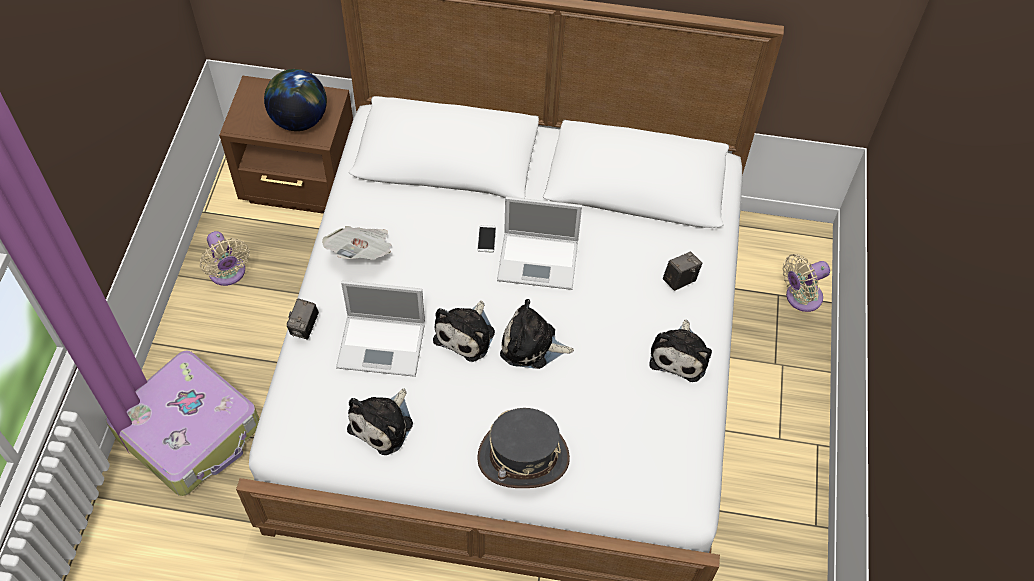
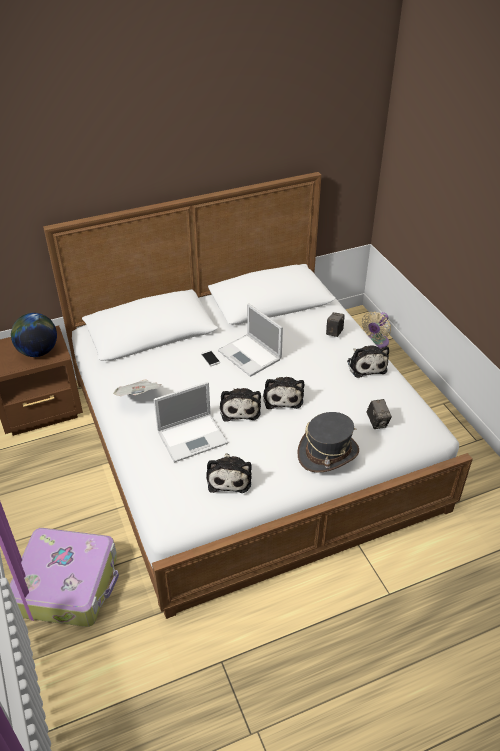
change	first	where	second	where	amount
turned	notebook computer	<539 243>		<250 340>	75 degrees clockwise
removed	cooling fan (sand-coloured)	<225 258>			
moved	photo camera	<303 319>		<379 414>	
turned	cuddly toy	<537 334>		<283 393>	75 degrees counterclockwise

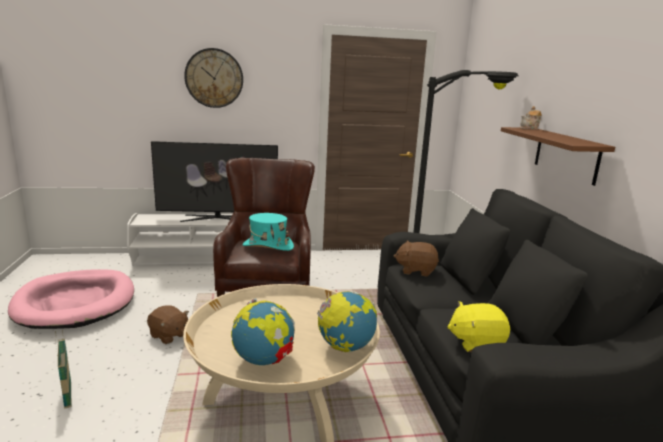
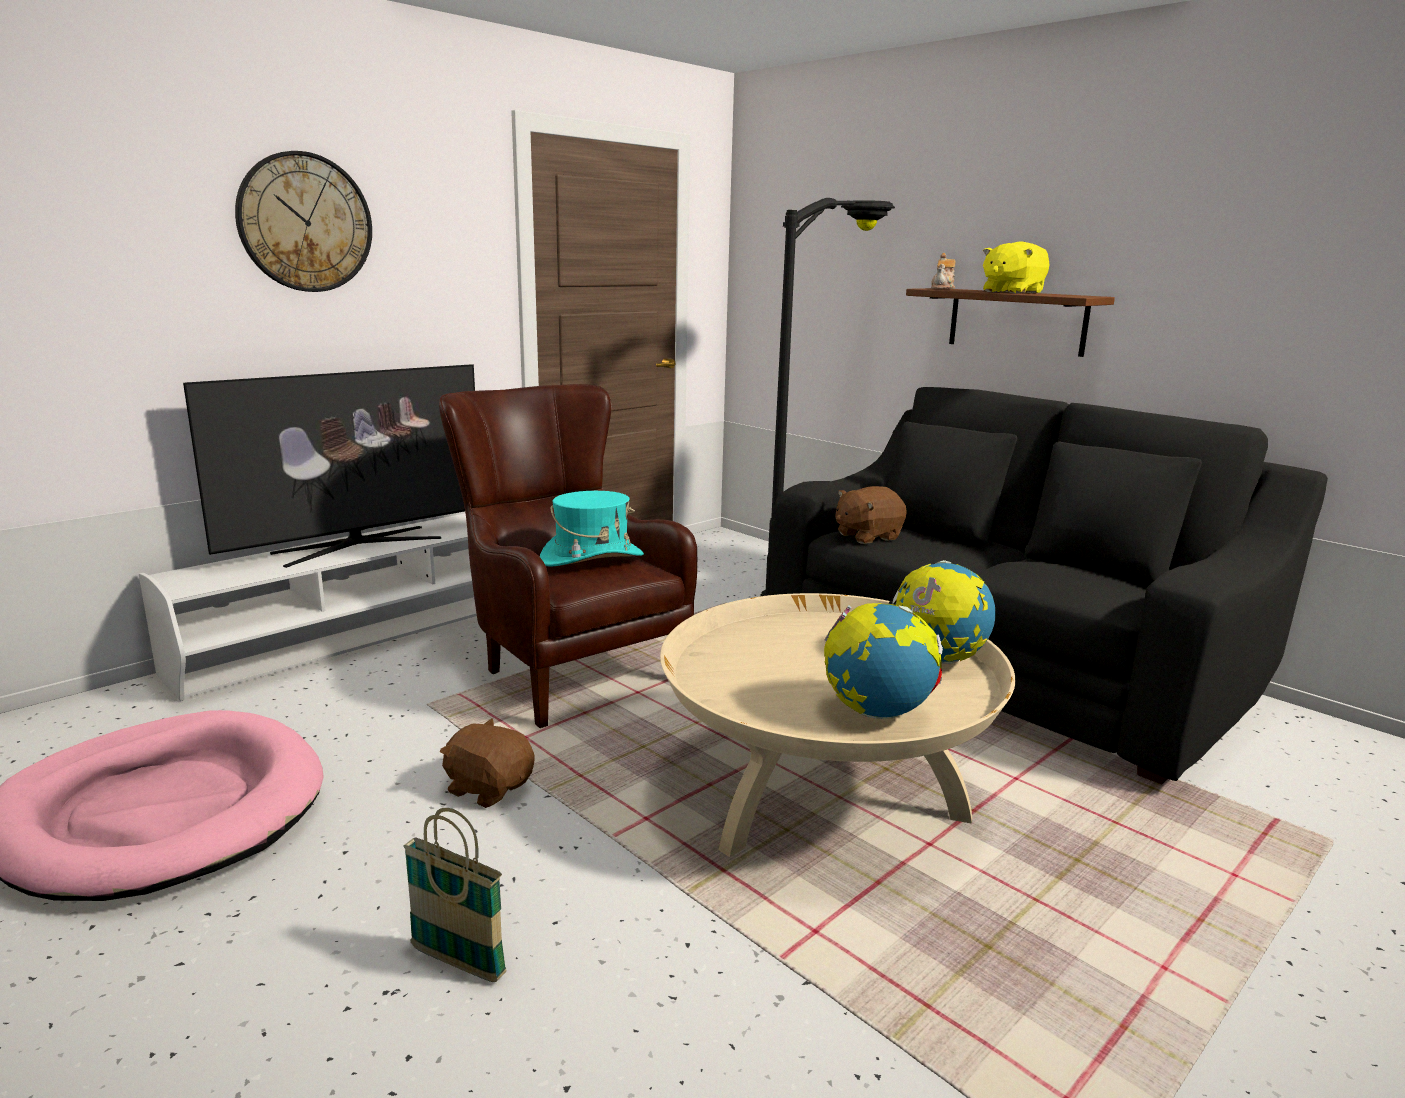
change	first	where	second	where	amount
moved	cuddly toy (yellowish)	<478 326>		<1016 267>	
turned	cuddly toy (brown-coloured)	<168 324>		<487 763>	150 degrees counterclockwise

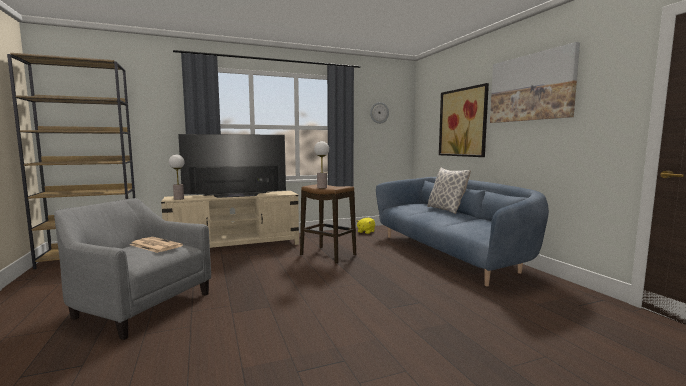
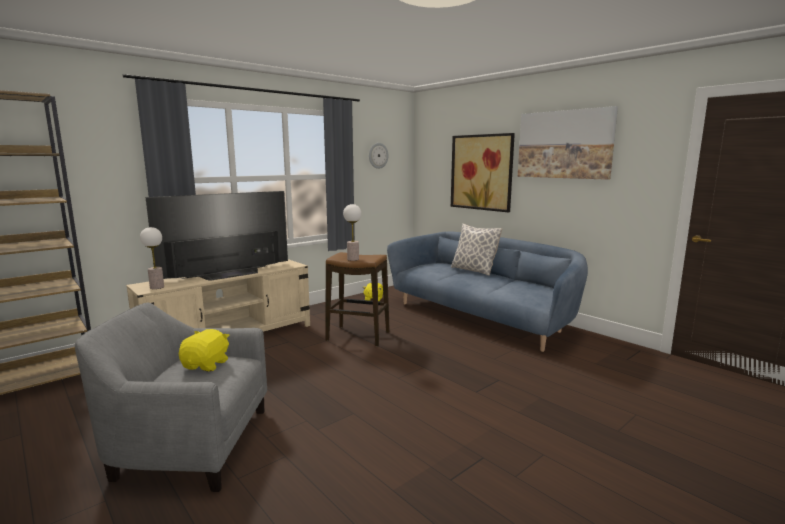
change	first	where	second	where	amount
replaced	printed paper	<156 245>	cuddly toy (yellowish)	<204 350>	

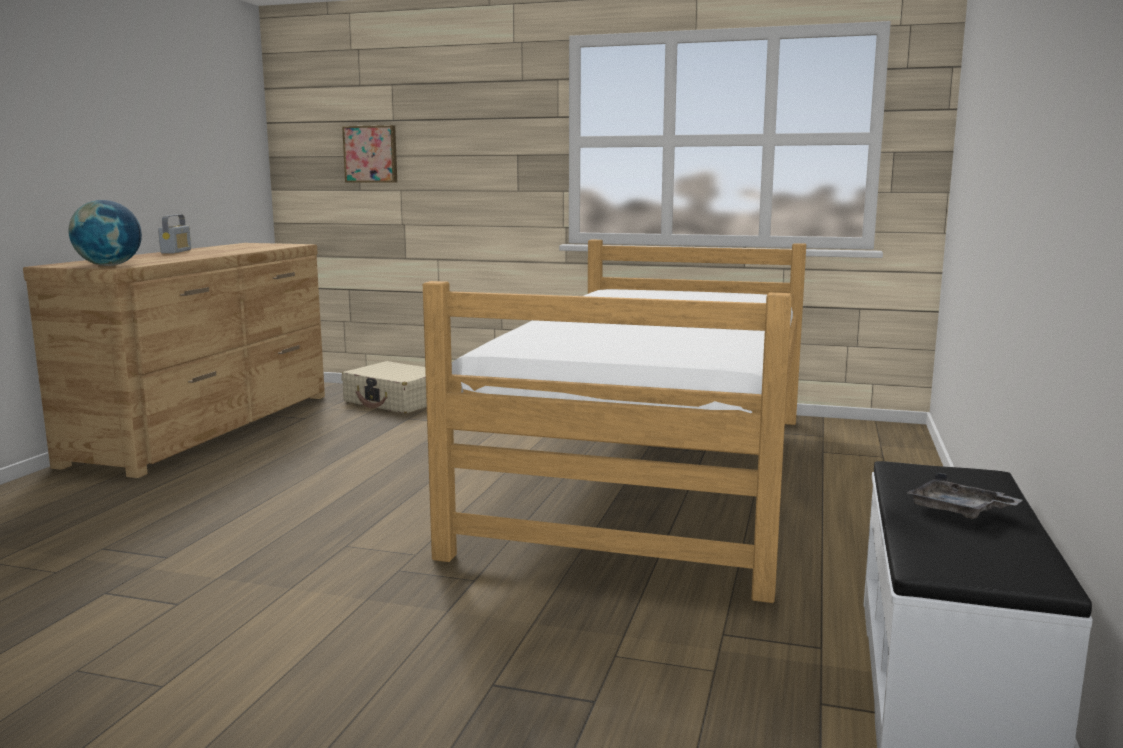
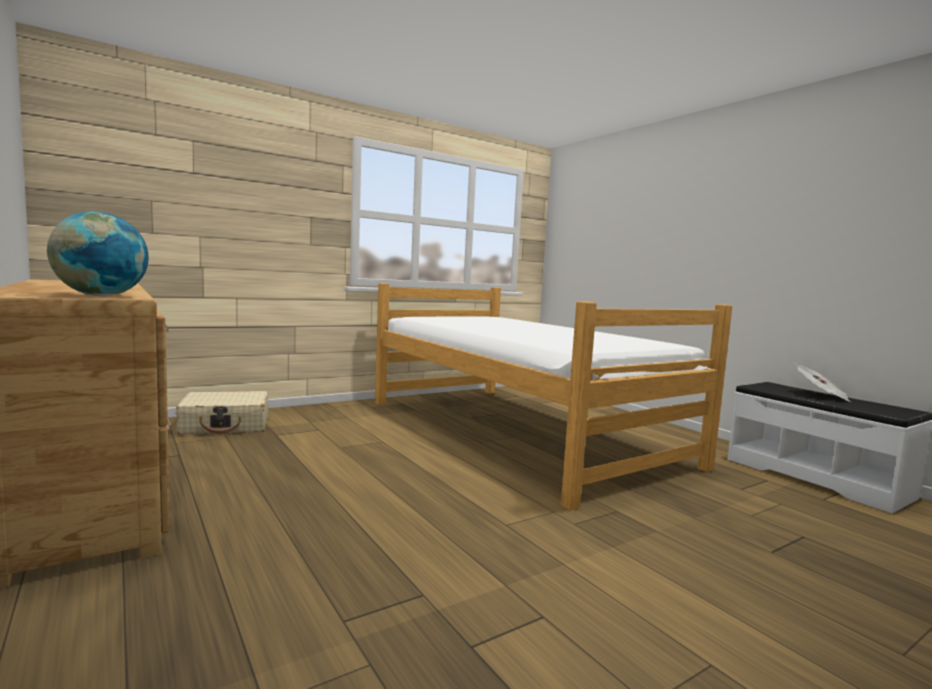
change	first	where	second	where	amount
removed	picture	<369 154>			
removed	radio	<174 233>			
replaced	tray (grey)	<965 495>	printed paper	<822 382>	

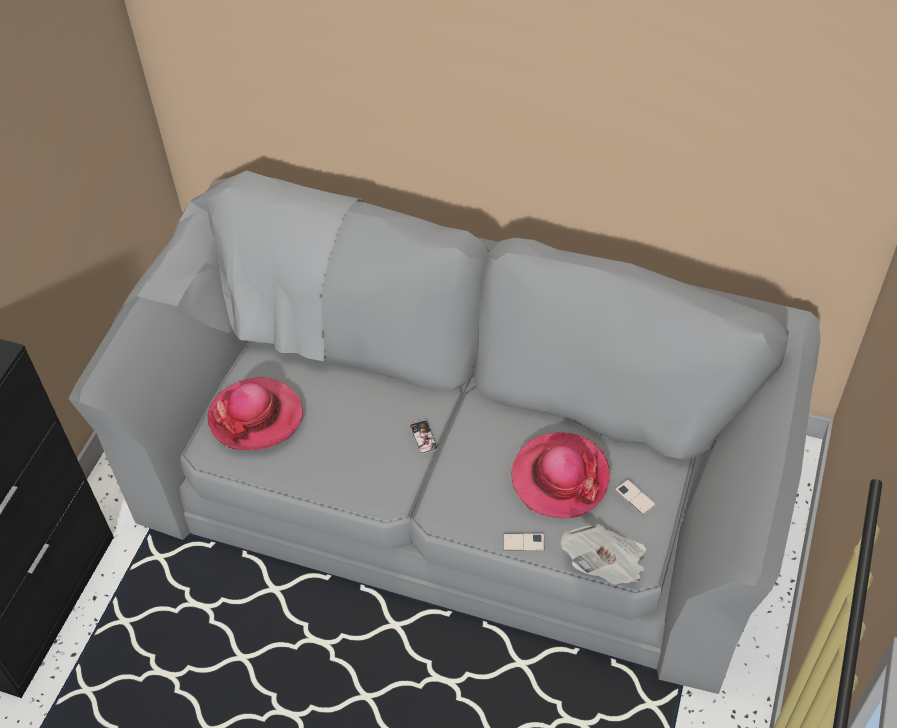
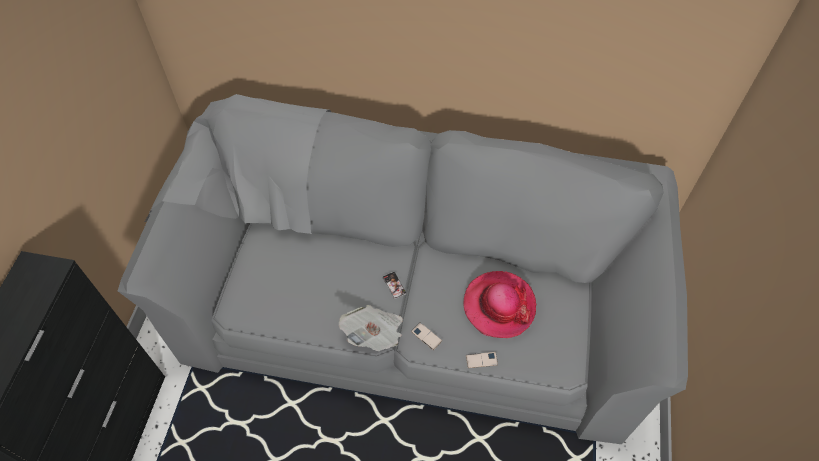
change	first	where	second	where	amount
removed	clothing hat	<255 413>			
moved	phone	<635 497>		<426 336>	
moved	printed paper	<603 554>		<371 328>	

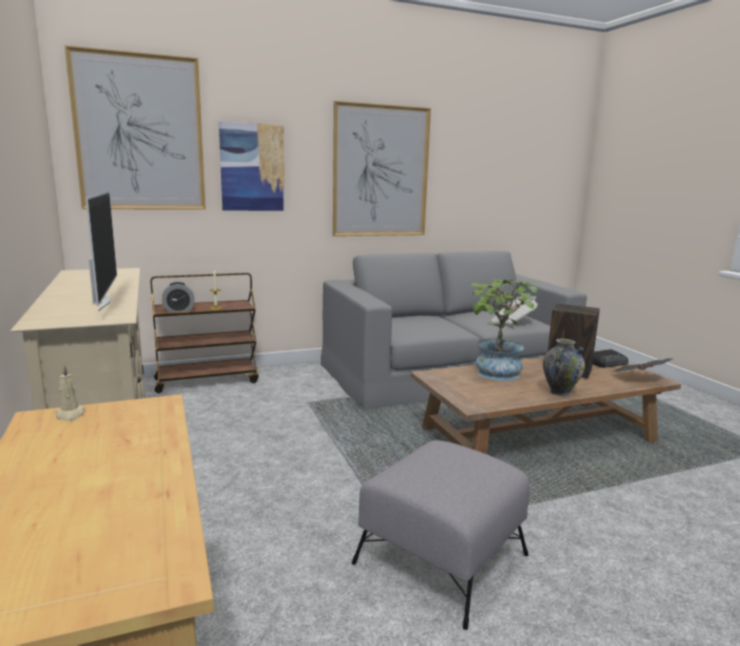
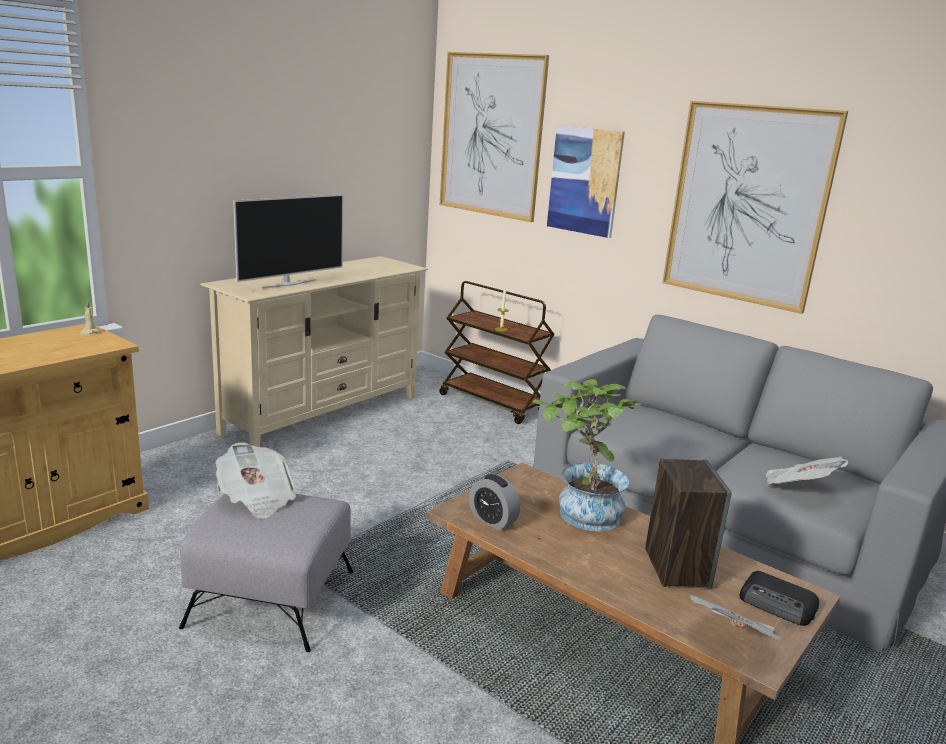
change	first	where	second	where	amount
moved	alarm clock	<178 297>		<494 502>	
removed	flower vase	<564 367>			
added			printed paper	<256 480>	

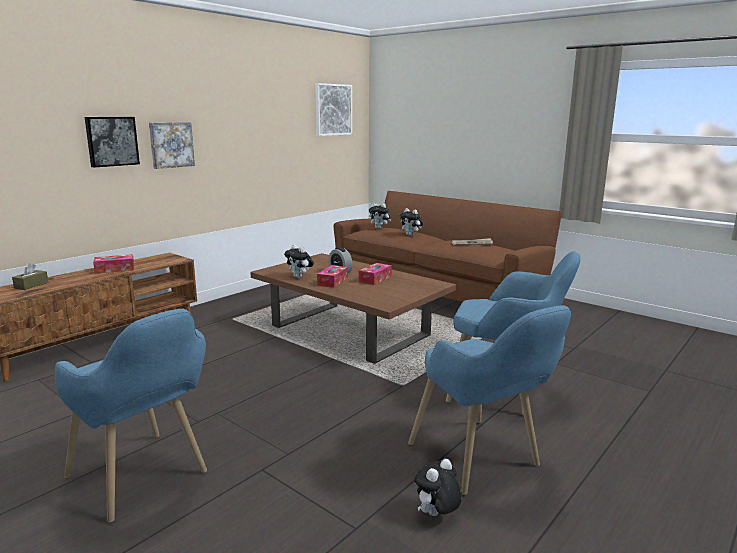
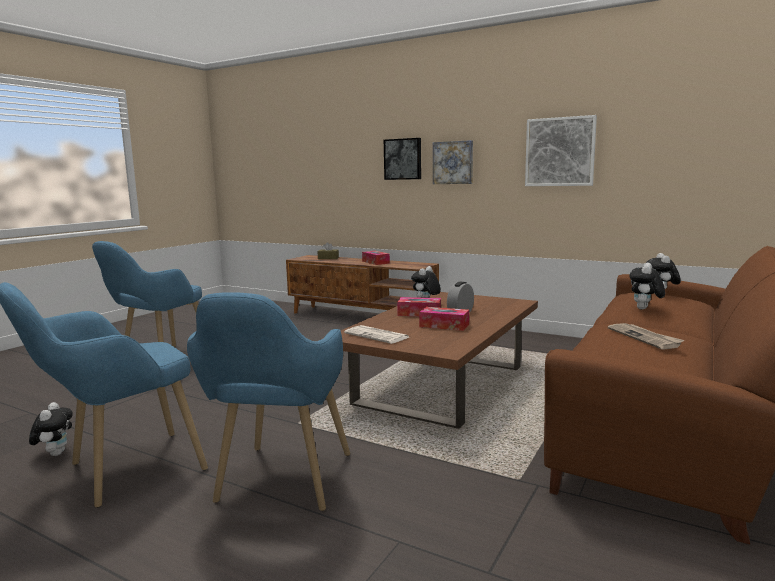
change	first	where	second	where	amount
moved	picture	<333 109>		<561 150>	
turned	cuddly toy	<438 487>		<51 429>	45 degrees clockwise
added			printed paper	<376 334>	

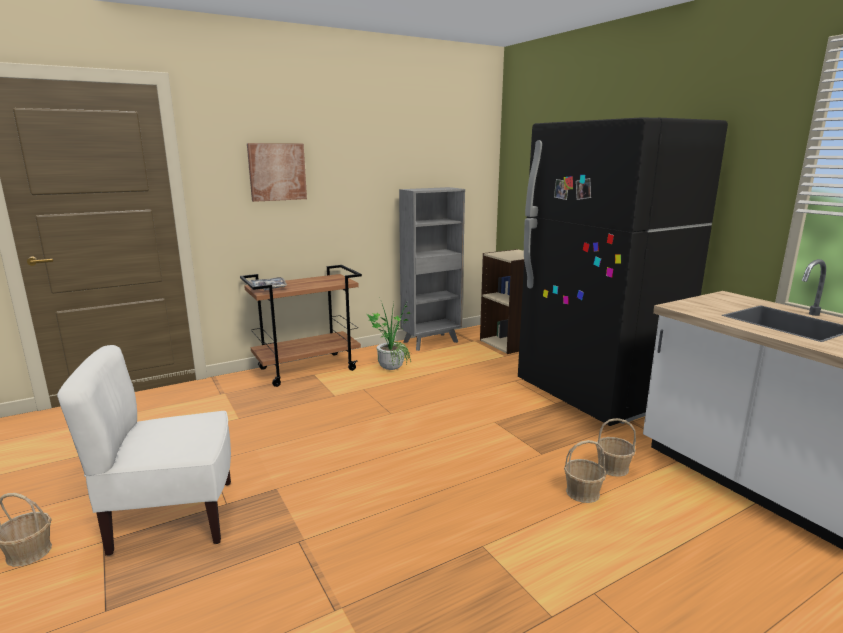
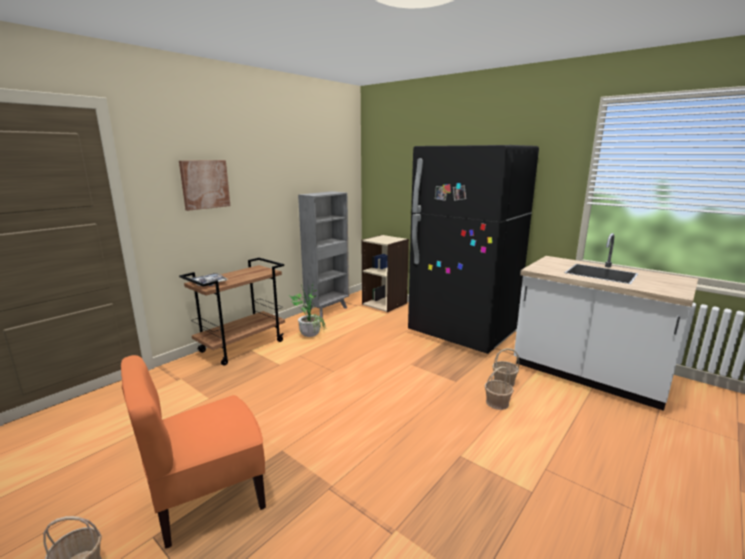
change	first	where	second	where	amount
recoloured	upright chair (white-coloured)	<144 450>	upright chair (orange)	<193 452>	

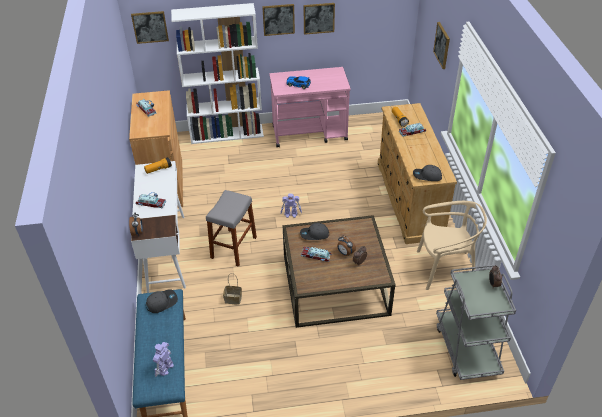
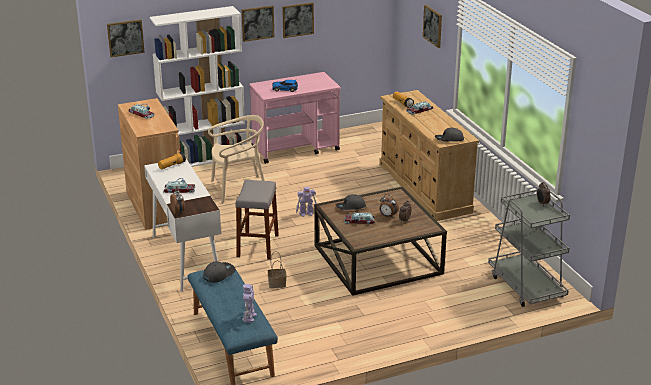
change	first	where	second	where	amount
moved	upright chair (sand-coloured)	<452 245>		<236 159>	

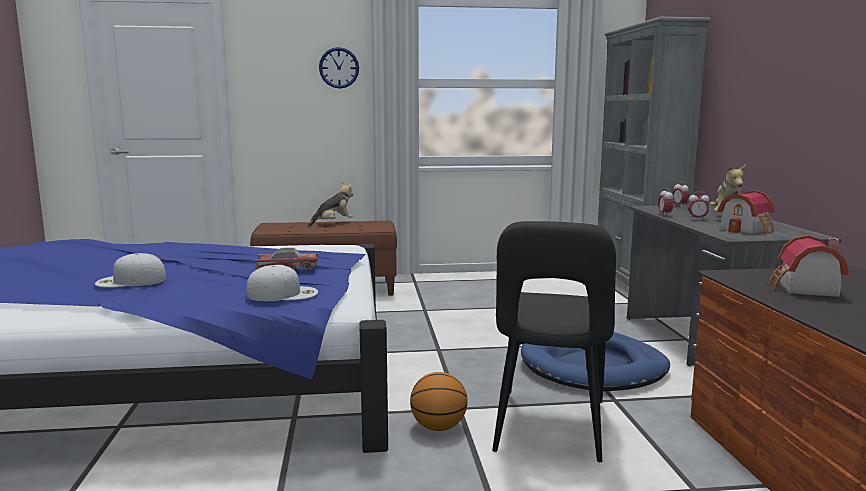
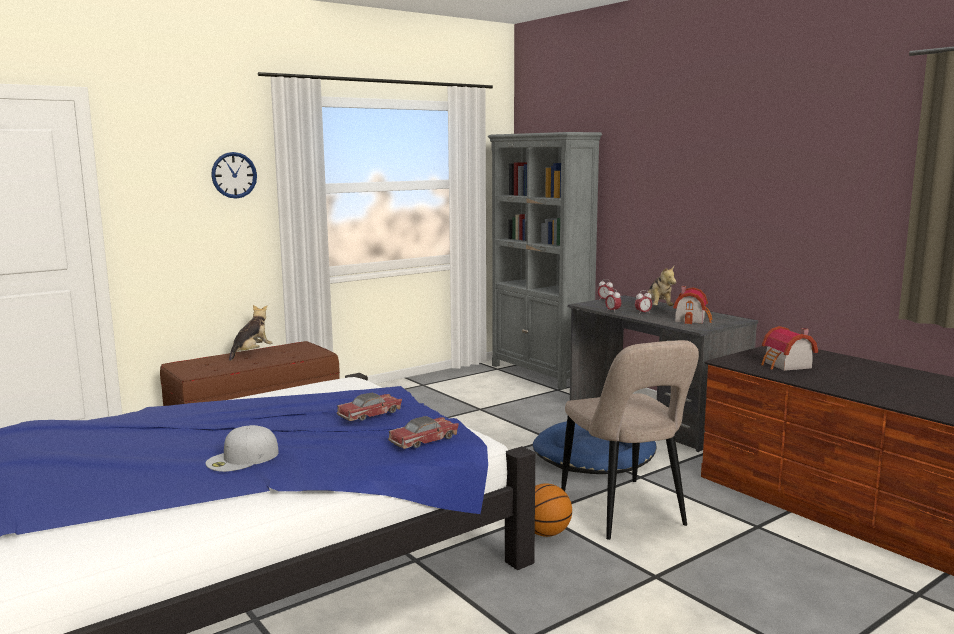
change	first	where	second	where	amount
recoloured	upright chair (black)	<554 341>	upright chair (sand-coloured)	<630 440>	
replaced	peaked cap (white-coloured)	<282 283>	model car	<423 432>	

